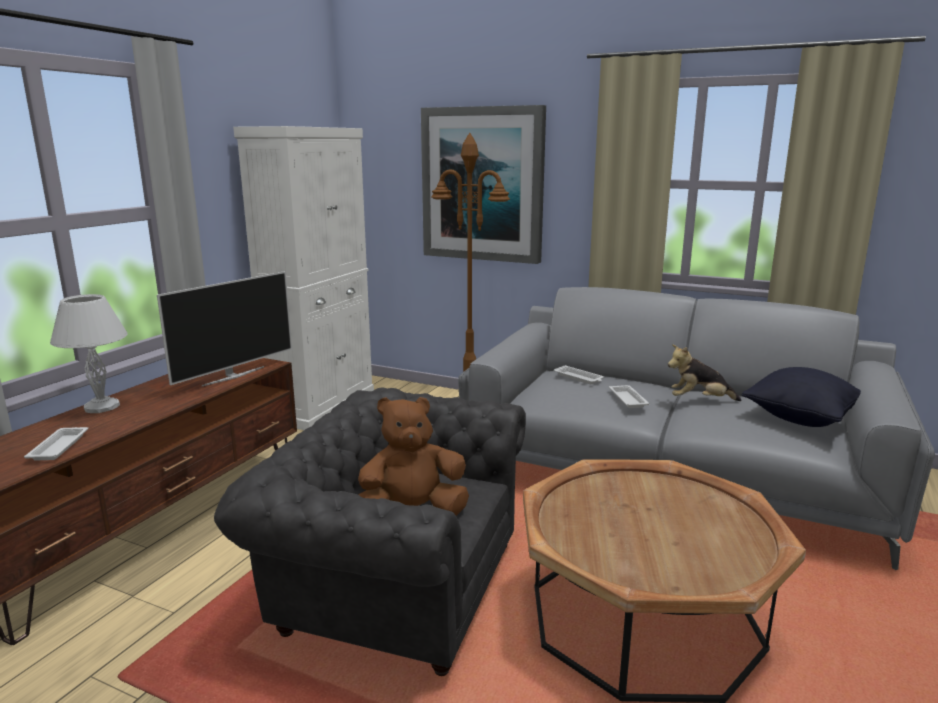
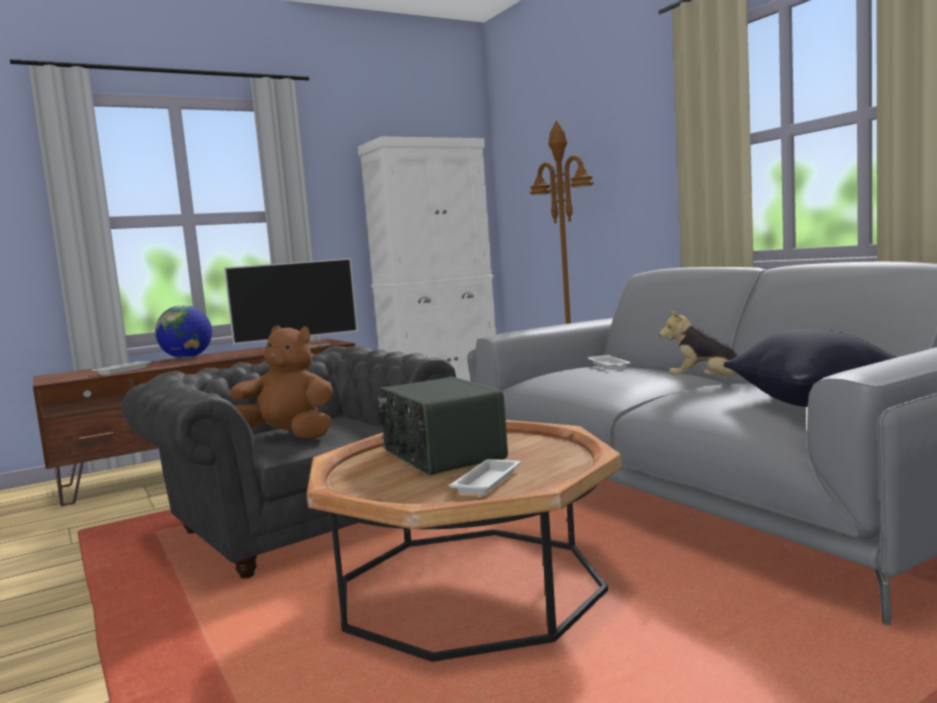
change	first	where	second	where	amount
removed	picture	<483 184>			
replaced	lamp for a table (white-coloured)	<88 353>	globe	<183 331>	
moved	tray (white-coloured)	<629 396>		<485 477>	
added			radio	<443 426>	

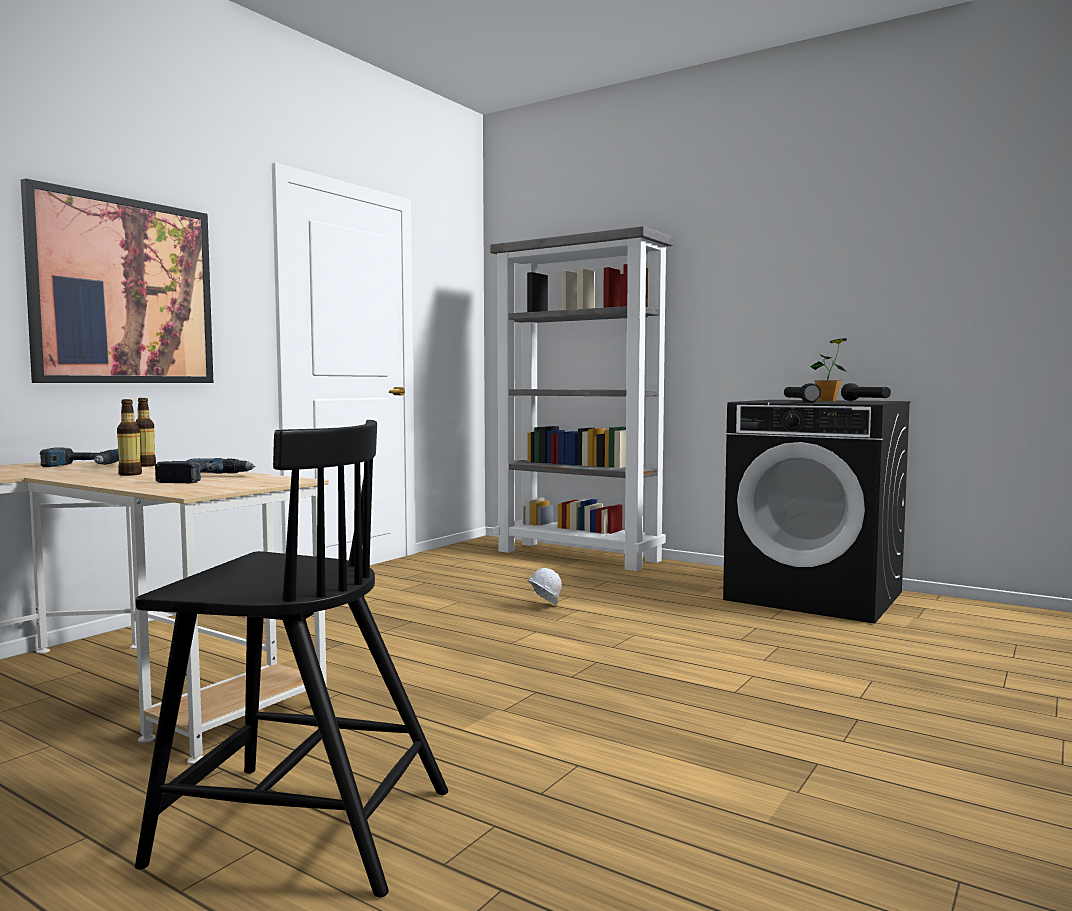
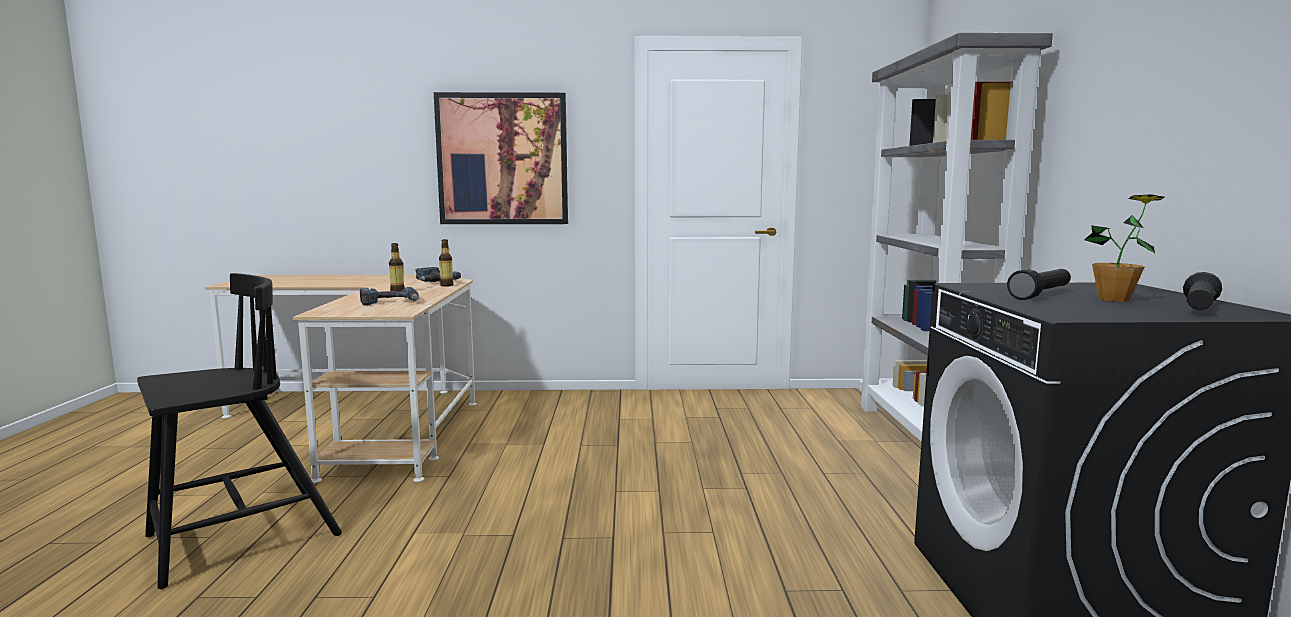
change	first	where	second	where	amount
turned	upright chair (black)	<291 659>		<239 431>	105 degrees counterclockwise
removed	hard hat (white-coloured)	<544 586>			

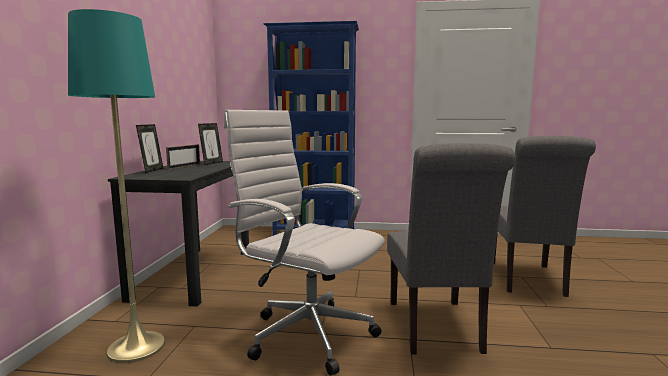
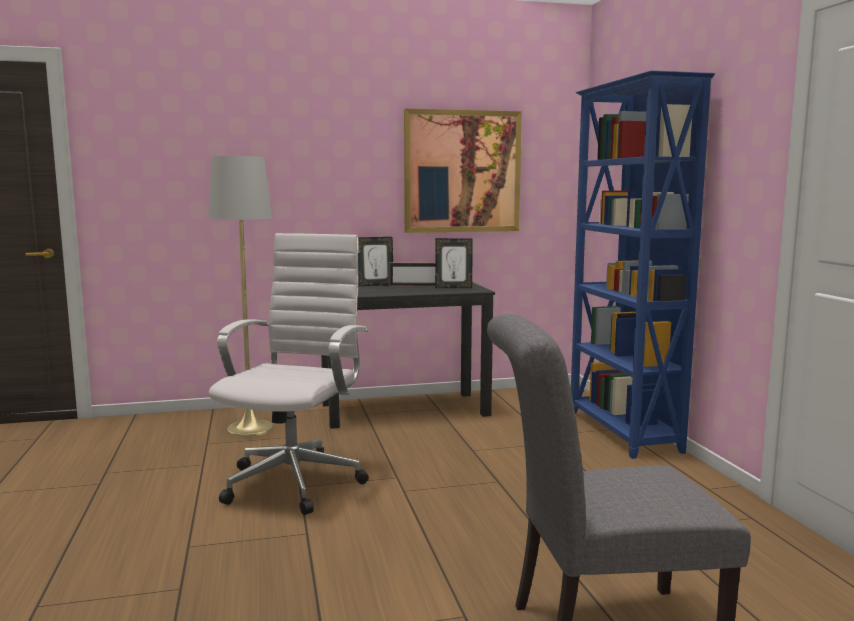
change	first	where	second	where	amount
recoloured	standard lamp (blue-green)	<117 186>	standard lamp (grey)	<240 296>	
removed	upright chair (grey)	<451 248>			
added			picture	<463 171>	

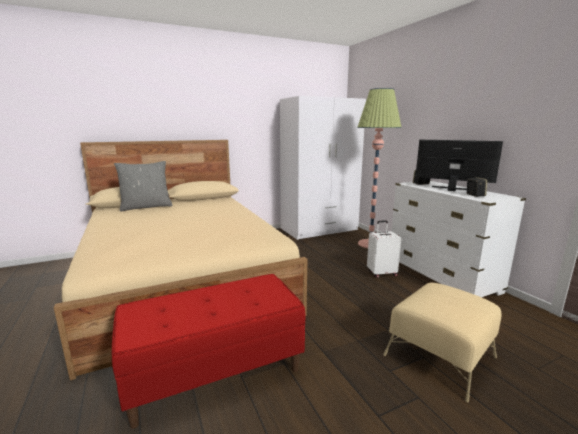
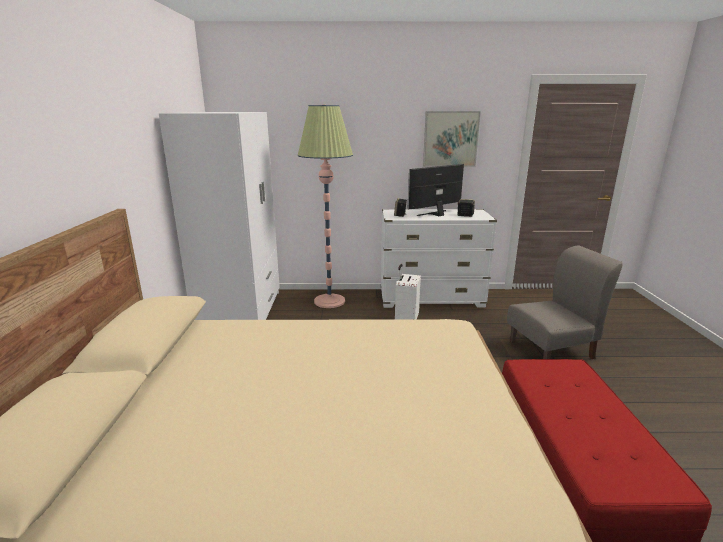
change	first	where	second	where	amount
removed	throw pillow (grey)	<143 186>			
replaced	ottoman (sand-coloured)	<442 342>	upright chair (grey)	<565 302>	
added			picture	<452 139>	

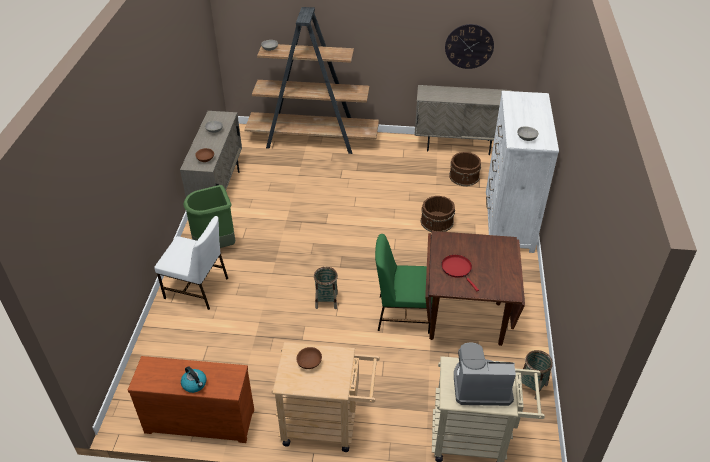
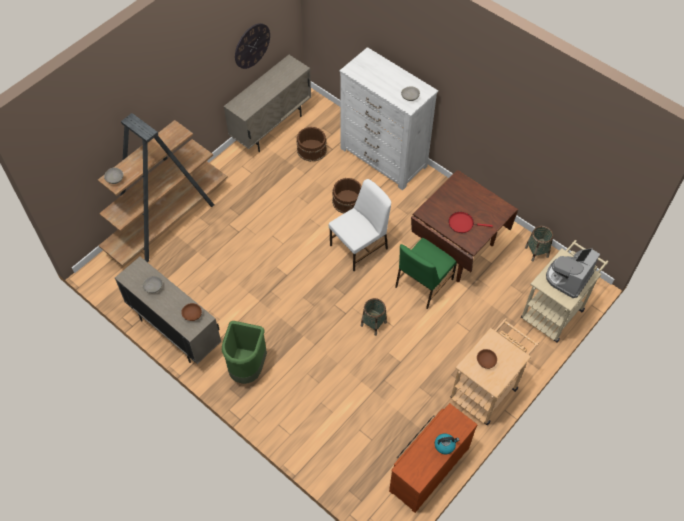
change	first	where	second	where	amount
moved	upright chair (white-coloured)	<191 263>		<360 225>	

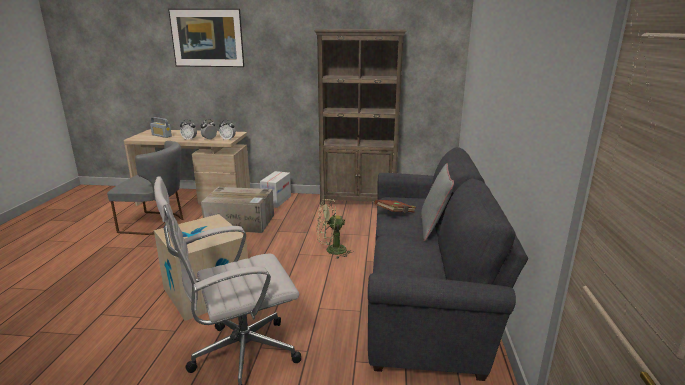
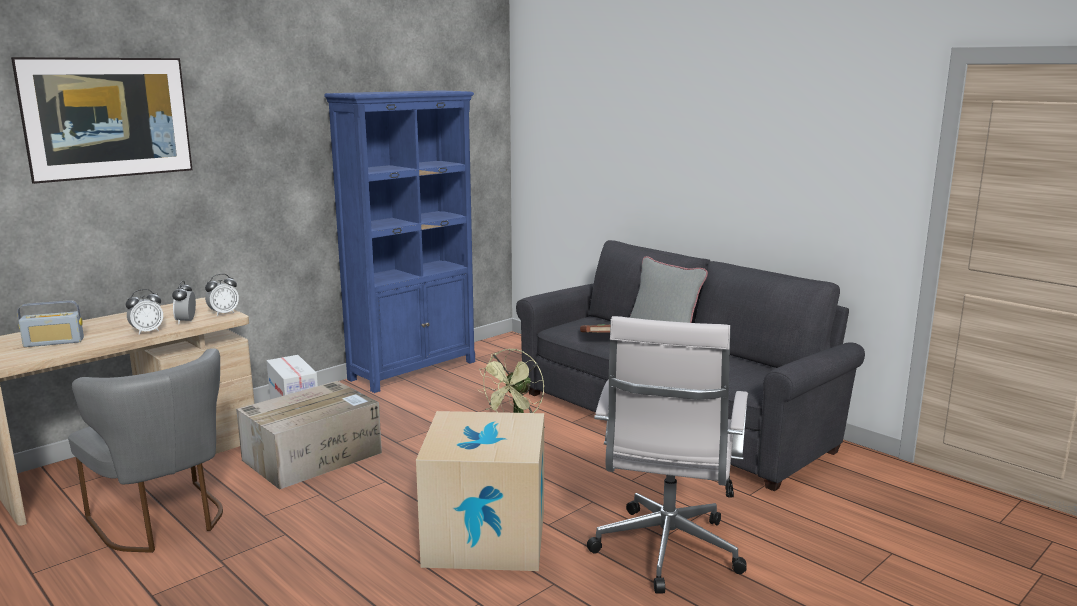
change	first	where	second	where	amount
recoloured	bookshelf (brown-coloured)	<360 117>	bookshelf (blue)	<399 241>	
turned	upright chair (grey)	<145 188>		<145 450>	90 degrees clockwise

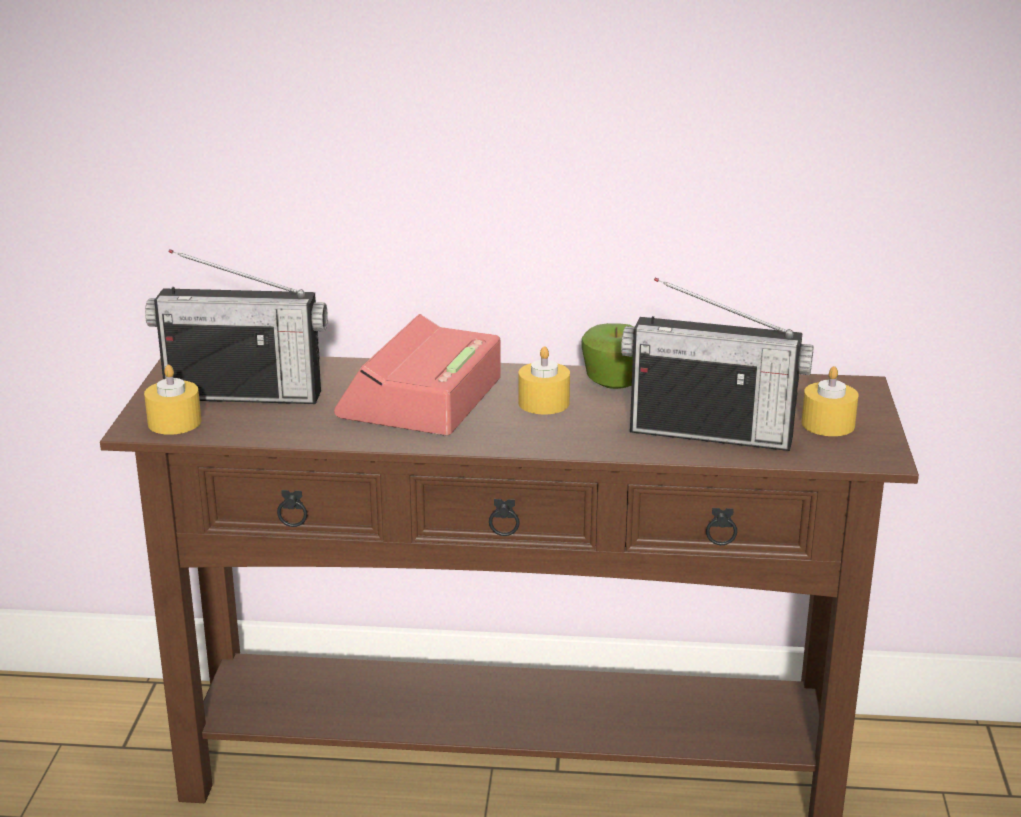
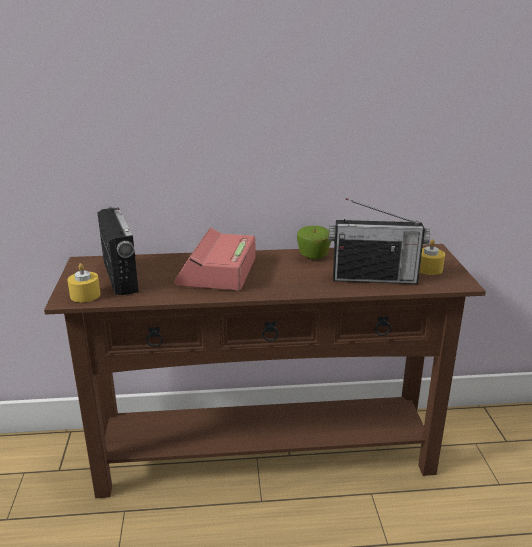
change	first	where	second	where	amount
turned	radio	<236 326>		<118 250>	105 degrees counterclockwise
removed	wax candle (yellowish)	<544 380>			

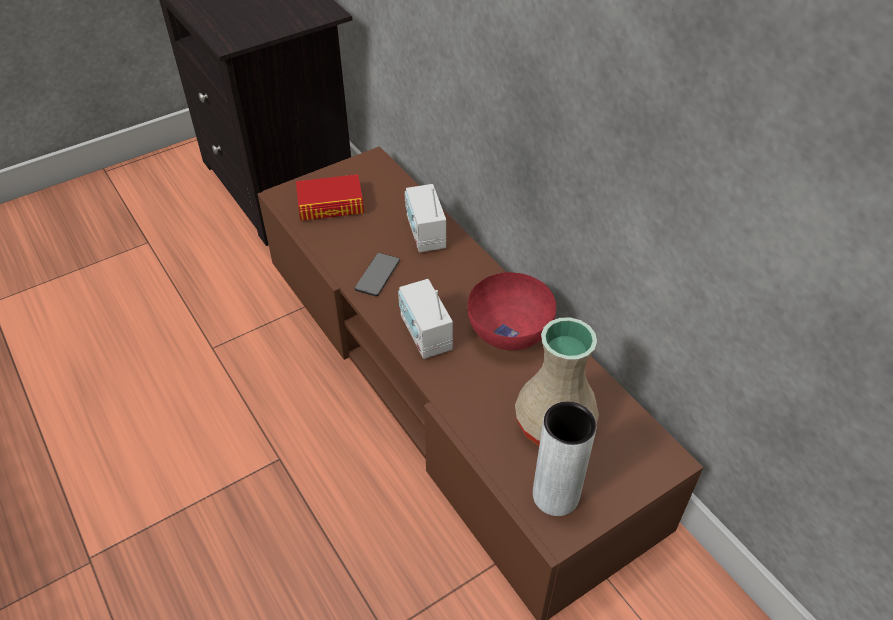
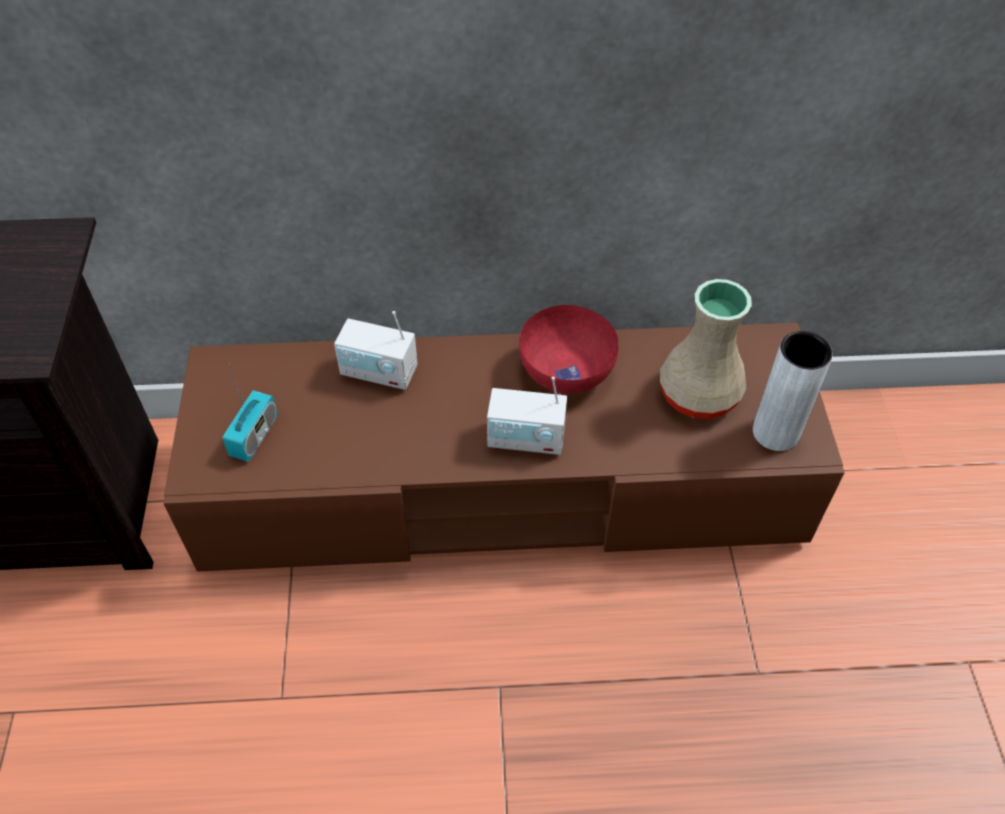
change	first	where	second	where	amount
replaced	bound book	<330 197>	radio	<250 412>	
removed	phone	<377 274>			

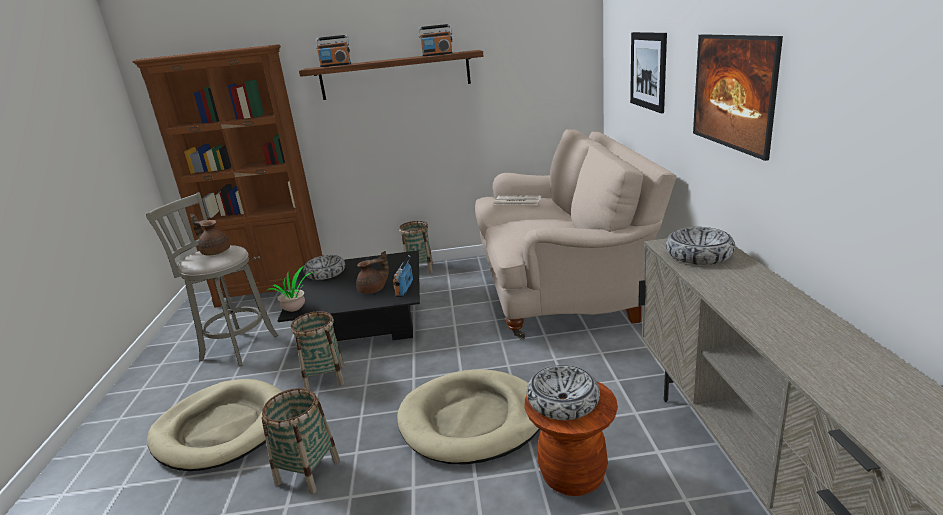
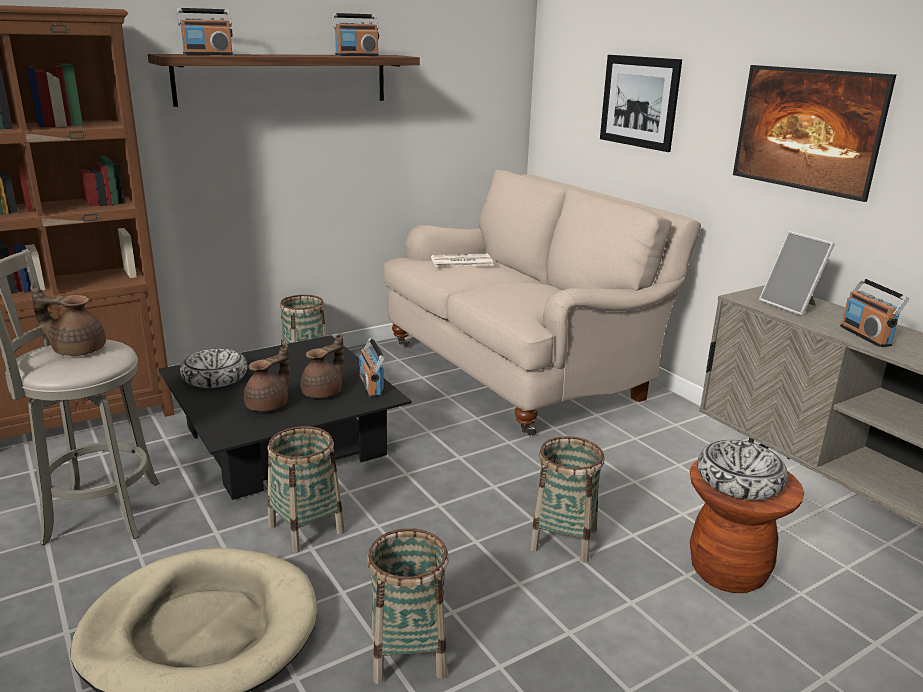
change	first	where	second	where	amount
replaced	deep dish	<700 246>	standing frame	<797 273>	
removed	plant in a pot	<289 288>			
replaced	dog bed (sand-coloured)	<468 416>	storage basket	<567 499>	
added			radio	<874 312>	
added			pot for tea (brown-coloured)	<267 377>	

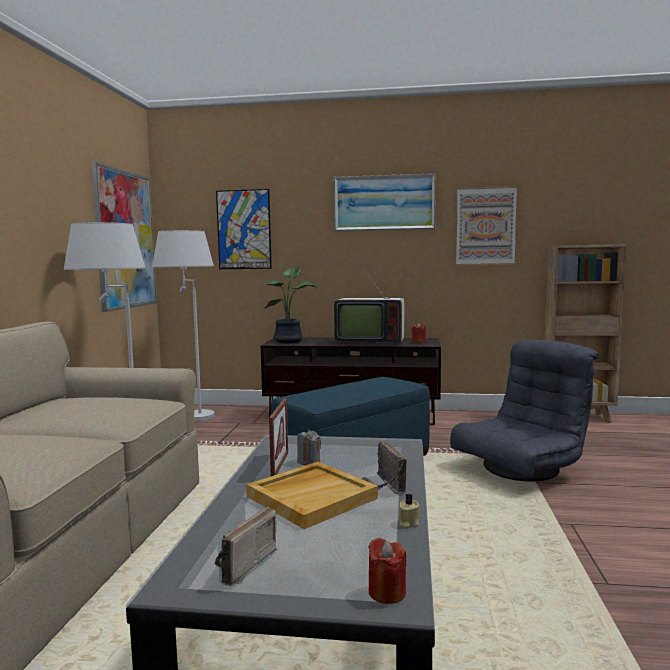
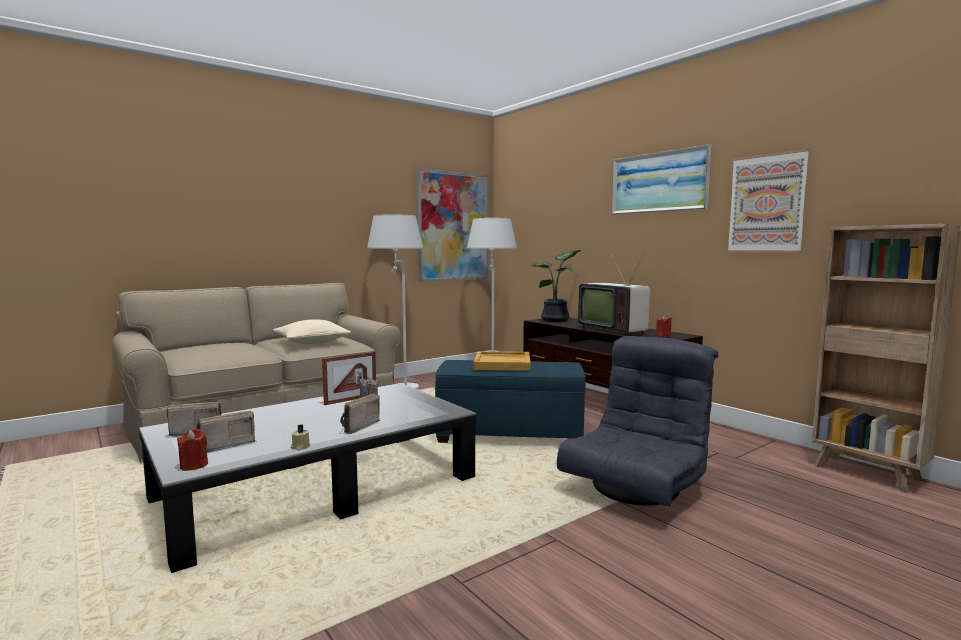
change	first	where	second	where	amount
removed	picture	<244 229>			
turned	easy chair (grey)	<524 410>		<637 421>	60 degrees counterclockwise
moved	tray (sand-coloured)	<312 495>		<501 361>	
added			throw pillow (sand-coloured)	<312 331>	
added			radio	<226 432>	

